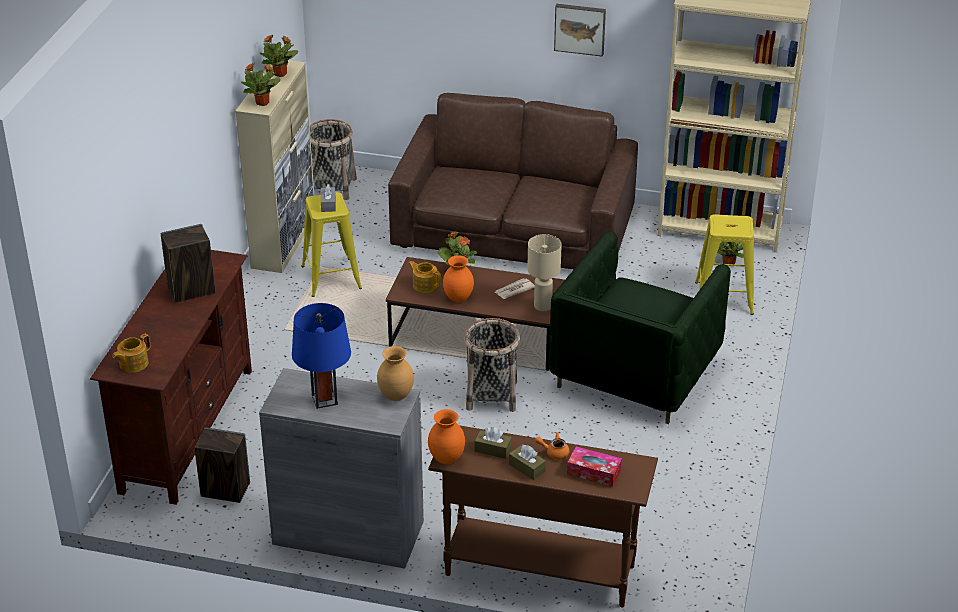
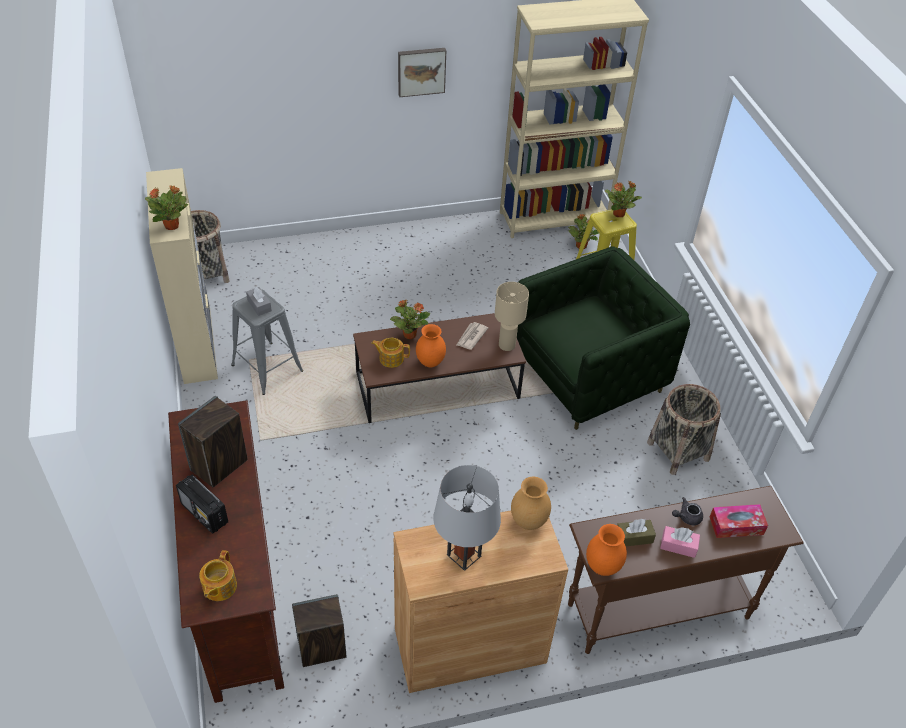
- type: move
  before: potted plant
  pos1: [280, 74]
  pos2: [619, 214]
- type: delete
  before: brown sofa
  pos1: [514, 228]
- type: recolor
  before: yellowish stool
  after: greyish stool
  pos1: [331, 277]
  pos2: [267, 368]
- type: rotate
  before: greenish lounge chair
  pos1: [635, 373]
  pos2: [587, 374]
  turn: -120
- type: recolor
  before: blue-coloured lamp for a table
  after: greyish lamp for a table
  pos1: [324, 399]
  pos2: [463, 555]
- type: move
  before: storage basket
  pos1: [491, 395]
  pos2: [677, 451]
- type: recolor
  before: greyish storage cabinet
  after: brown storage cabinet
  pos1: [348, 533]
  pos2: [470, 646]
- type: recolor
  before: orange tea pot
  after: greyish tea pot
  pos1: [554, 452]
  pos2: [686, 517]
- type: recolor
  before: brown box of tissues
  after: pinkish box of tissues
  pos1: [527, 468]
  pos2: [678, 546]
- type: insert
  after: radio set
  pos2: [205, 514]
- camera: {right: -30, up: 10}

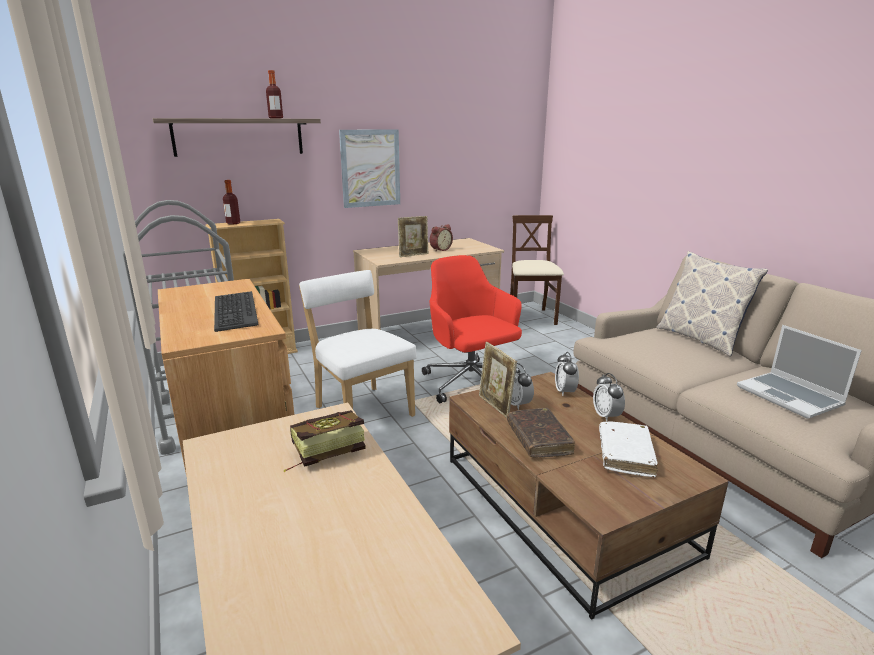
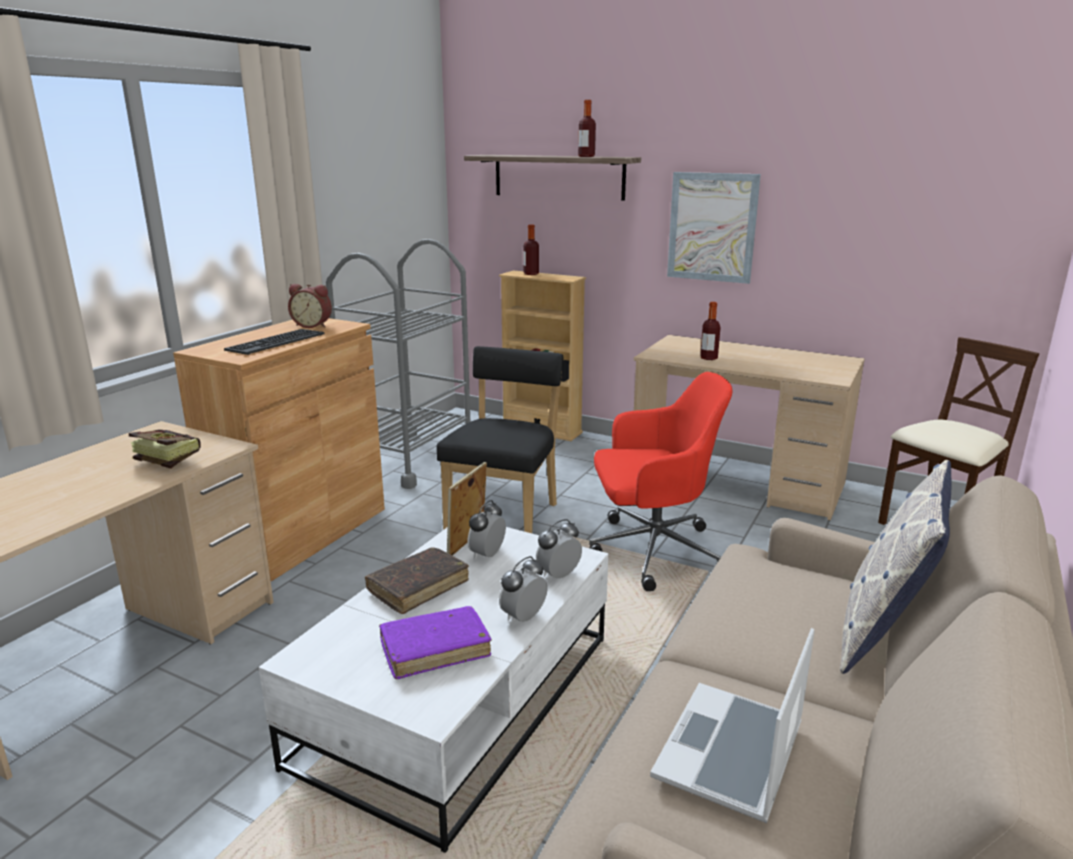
- type: replace
  before: photo frame
  after: bottle
  pos1: [413, 255]
  pos2: [708, 358]
- type: move
  before: table clock
  pos1: [440, 249]
  pos2: [313, 325]
- type: rotate
  before: reddish computer chair
  pos1: [470, 383]
  pos2: [652, 552]
  turn: 60
- type: recolor
  before: white-coloured chair
  after: black chair
  pos1: [362, 409]
  pos2: [505, 516]
- type: recolor
  before: brown low table
  after: white-coloured low table
  pos1: [565, 505]
  pos2: [457, 700]
- type: recolor
  before: white-coloured volume
  after: purplish volume
  pos1: [625, 454]
  pos2: [435, 650]
- camera: {right: 55, up: 0}

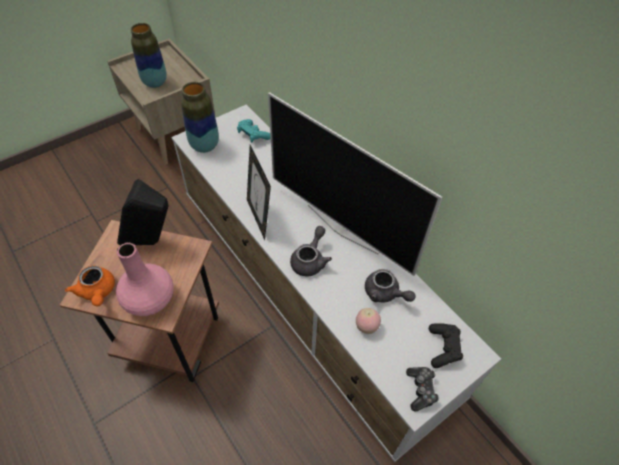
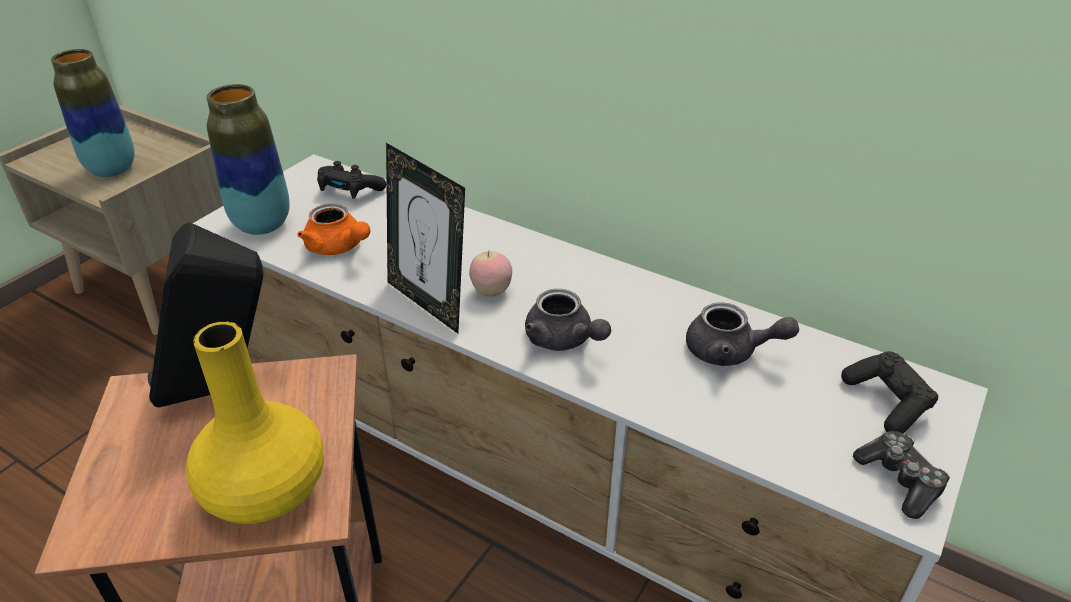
- type: delete
  before: TV set
  pos1: [343, 228]
- type: recolor
  before: turquoise-coloured joypad
  after: black joypad
  pos1: [253, 135]
  pos2: [350, 191]
- type: rotate
  before: greyish tea pot
  pos1: [310, 260]
  pos2: [563, 340]
  turn: 135
- type: recolor
  before: pinkish decorative vase
  after: yellowish decorative vase
  pos1: [149, 300]
  pos2: [266, 493]
- type: move
  before: orange tea pot
  pos1: [97, 292]
  pos2: [338, 247]
- type: move
  before: apple
  pos1: [366, 327]
  pos2: [491, 292]
- camera: {right: -20, up: -15}

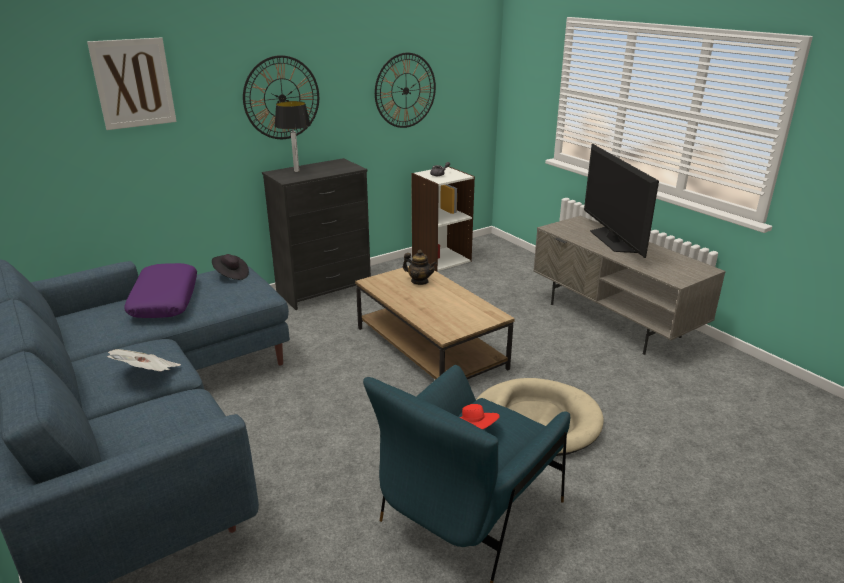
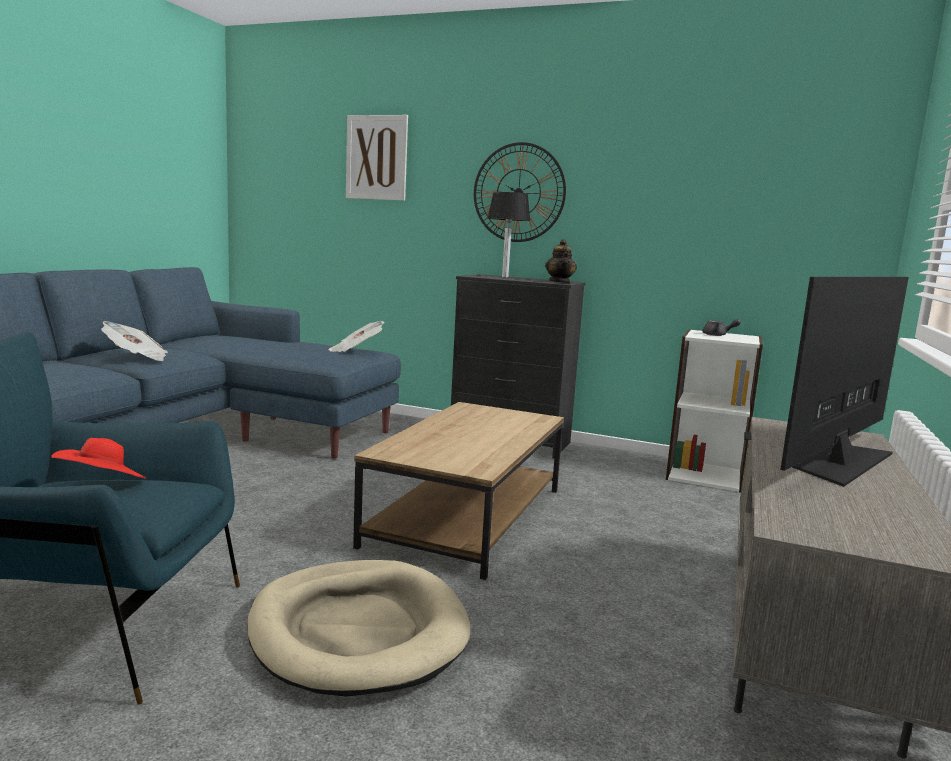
- type: delete
  before: hanging clock
  pos1: [405, 90]
- type: move
  before: tea pot
  pos1: [419, 281]
  pos2: [559, 282]
- type: replace
  before: black hat
  after: printed paper
  pos1: [231, 275]
  pos2: [356, 351]
- type: delete
  before: purplish cushion
  pos1: [164, 300]
- camera: {right: 55, up: -15}

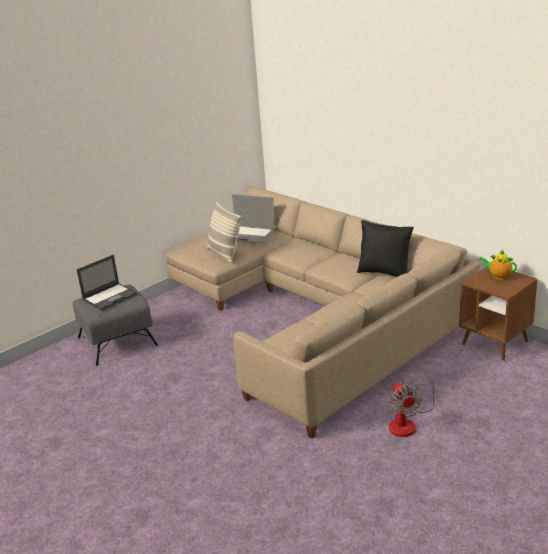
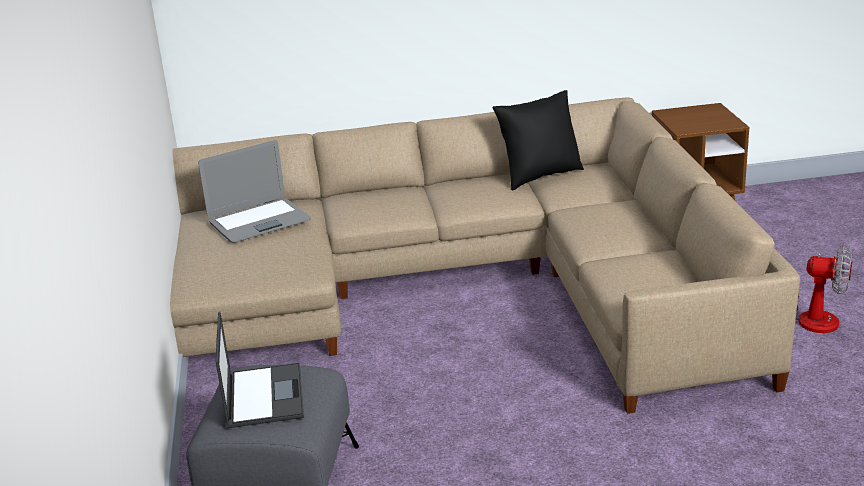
- type: delete
  before: cushion
  pos1: [224, 253]
- type: delete
  before: tea pot
  pos1: [498, 276]
- camera: {right: -55, up: 0}

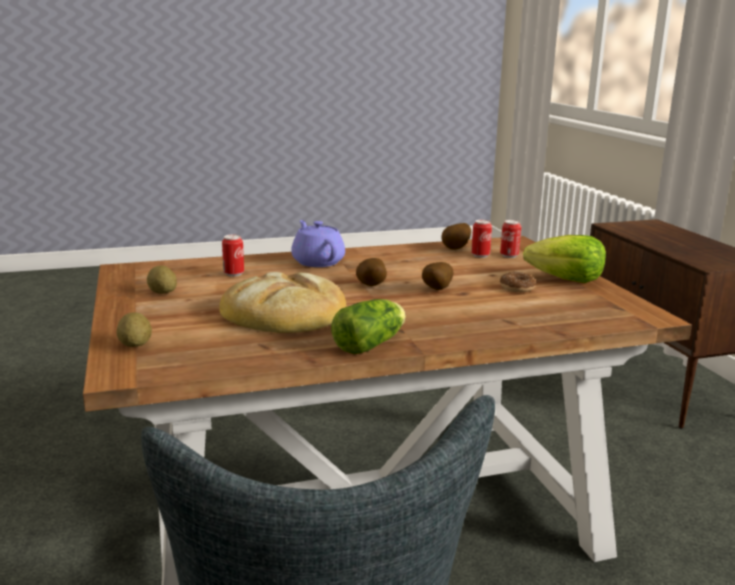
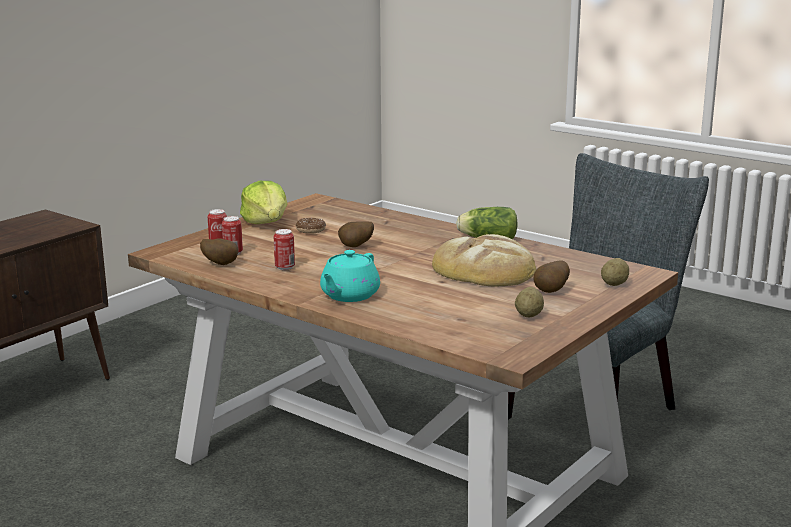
- type: recolor
  before: purplish tea pot
  after: turquoise-coloured tea pot
  pos1: [317, 262]
  pos2: [349, 295]
- type: move
  before: metal can
  pos1: [234, 274]
  pos2: [284, 267]
- type: move
  before: spud
  pos1: [370, 286]
  pos2: [552, 291]
- camera: {right: -125, up: 0}

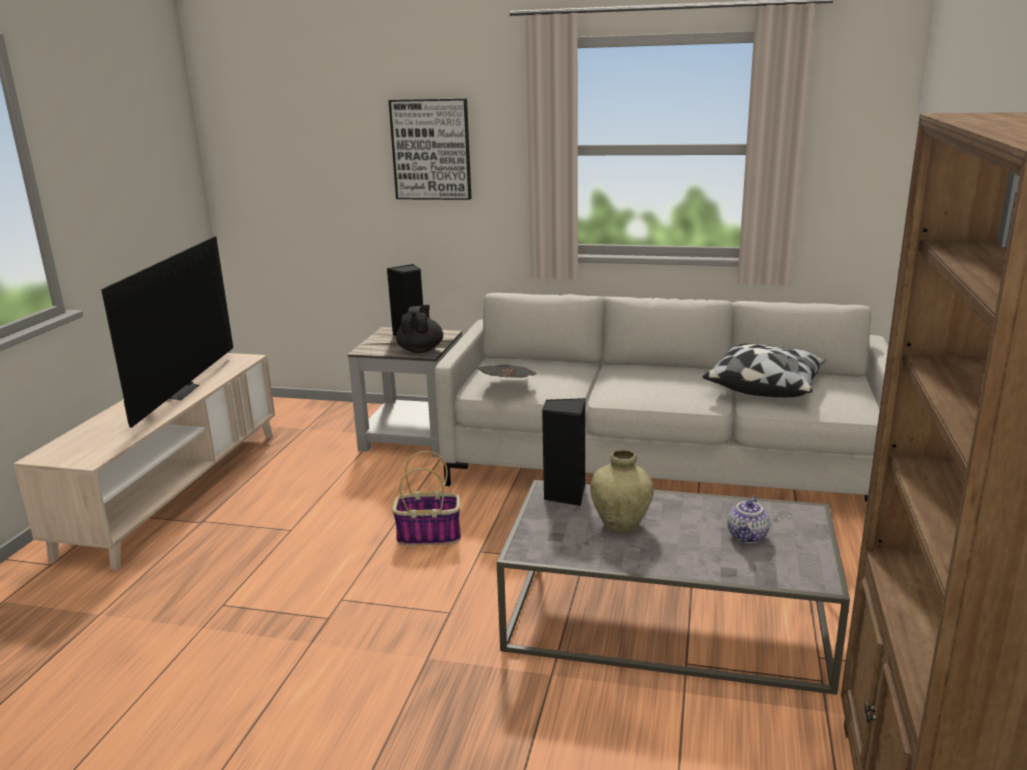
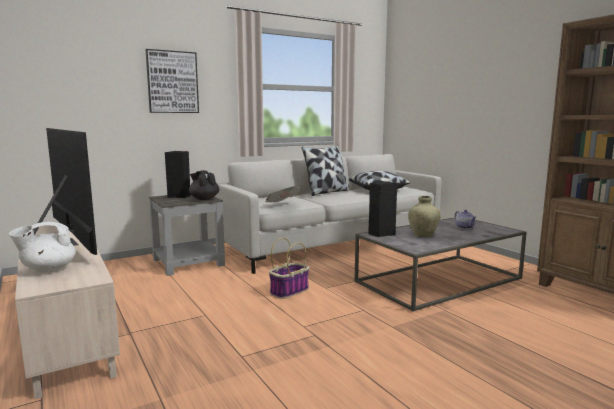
- type: insert
  after: cushion
  pos2: [326, 192]
- type: insert
  after: white-coloured tea pot
  pos2: [48, 269]
- camera: {right: -45, up: -10}

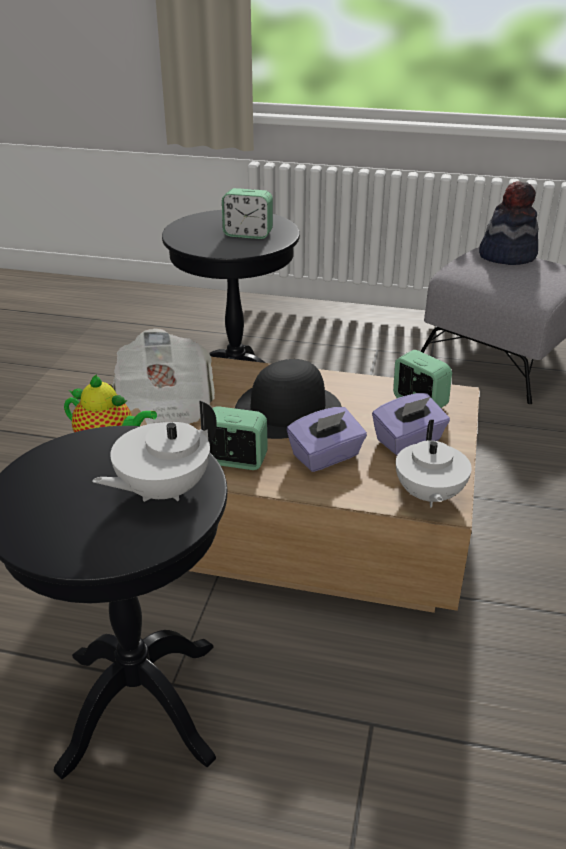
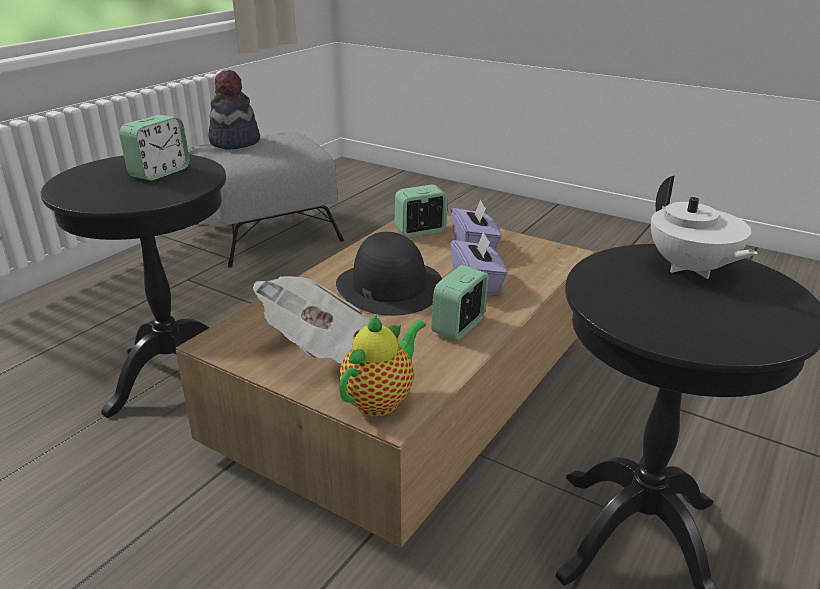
- type: delete
  before: white-coloured tea pot
  pos1: [428, 495]
- camera: {right: -70, up: -5}

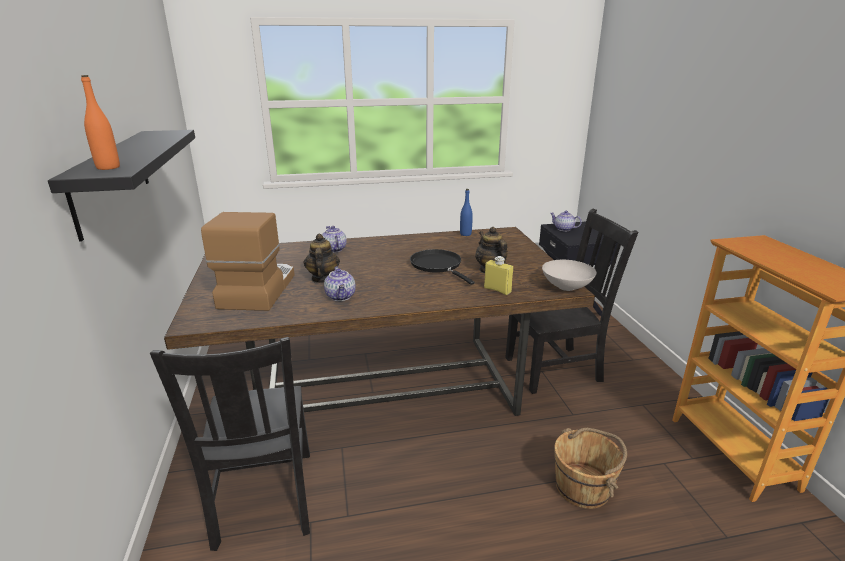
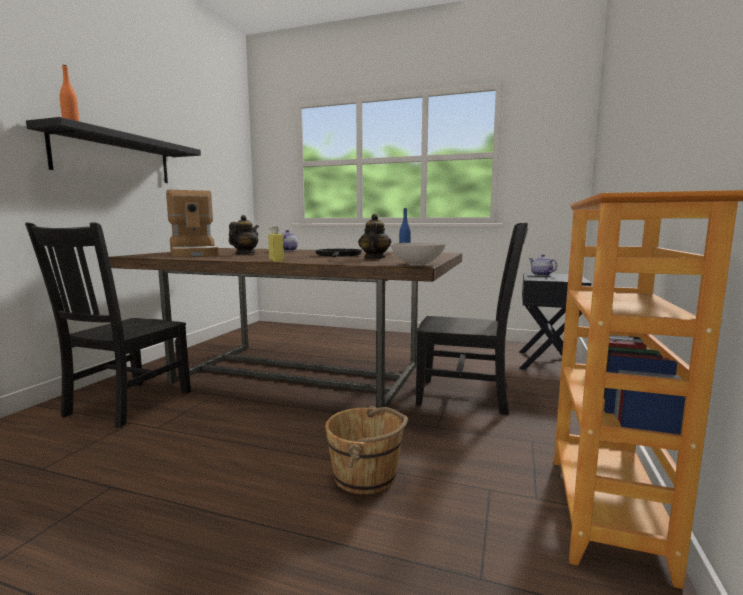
- type: rotate
  before: coffee brewer
  pos1: [257, 290]
  pos2: [194, 253]
  turn: 120
- type: move
  before: yellowish bottle
  pos1: [497, 290]
  pos2: [276, 261]
- type: delete
  before: tea pot
  pos1: [341, 296]
- camera: {right: 30, up: -15}

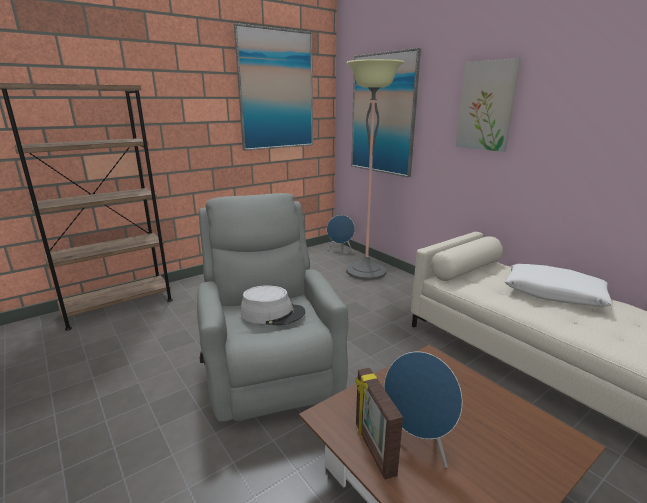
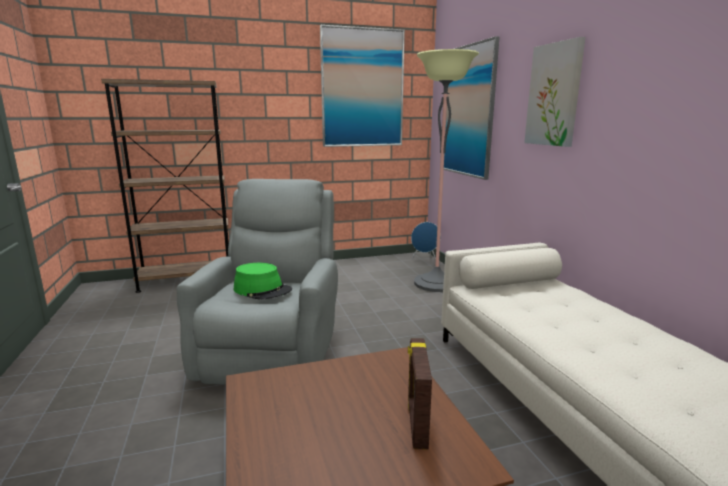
- type: delete
  before: white-coloured cushion
  pos1: [553, 294]
- type: recolor
  before: greyish hat
  after: greenish hat
  pos1: [272, 313]
  pos2: [262, 290]
- type: delete
  before: blue-coloured speaker
  pos1: [417, 442]
- type: move
  before: photo frame
  pos1: [373, 449]
  pos2: [416, 423]
- camera: {right: 20, up: -5}

